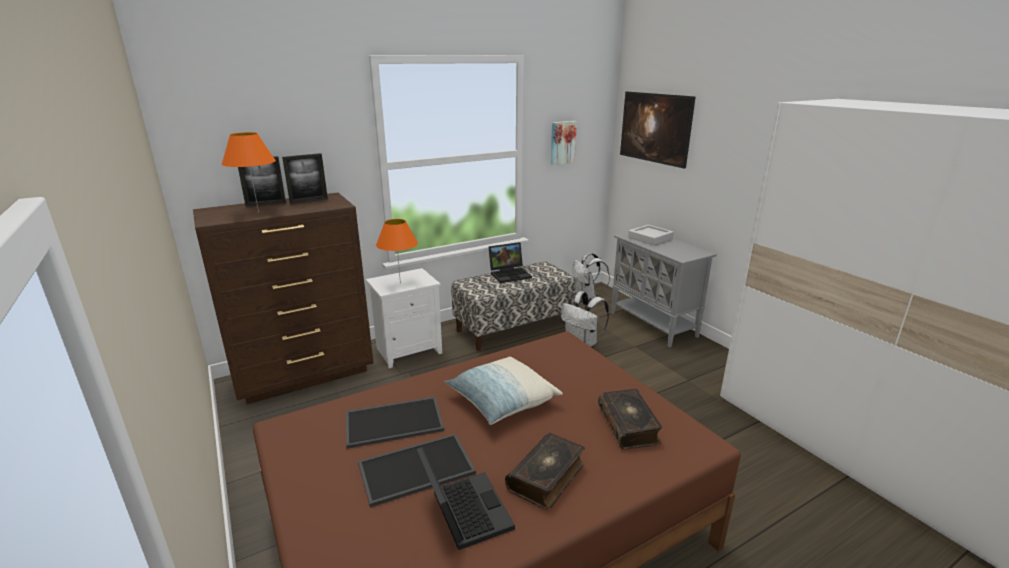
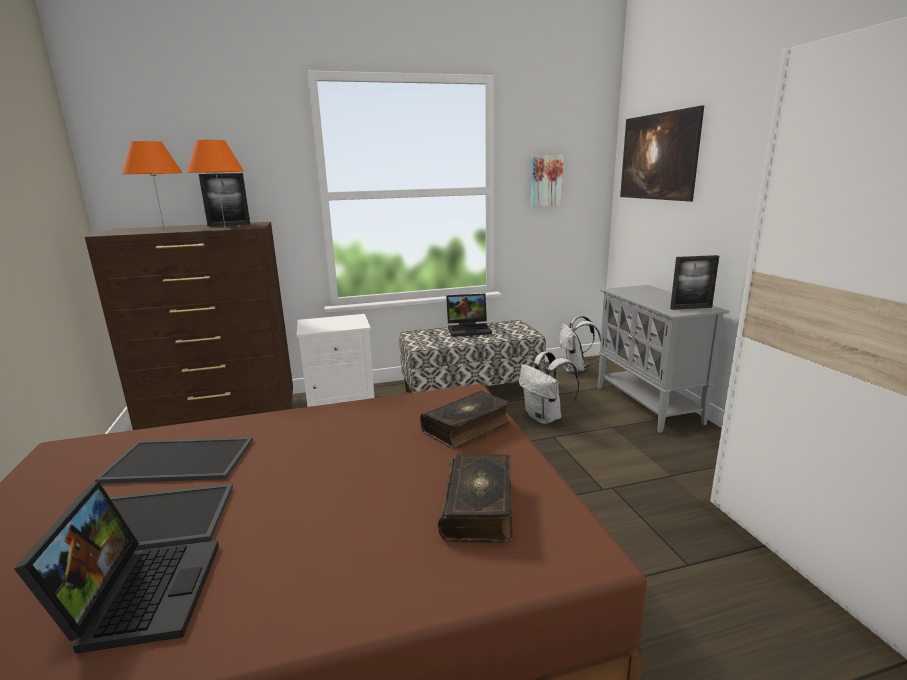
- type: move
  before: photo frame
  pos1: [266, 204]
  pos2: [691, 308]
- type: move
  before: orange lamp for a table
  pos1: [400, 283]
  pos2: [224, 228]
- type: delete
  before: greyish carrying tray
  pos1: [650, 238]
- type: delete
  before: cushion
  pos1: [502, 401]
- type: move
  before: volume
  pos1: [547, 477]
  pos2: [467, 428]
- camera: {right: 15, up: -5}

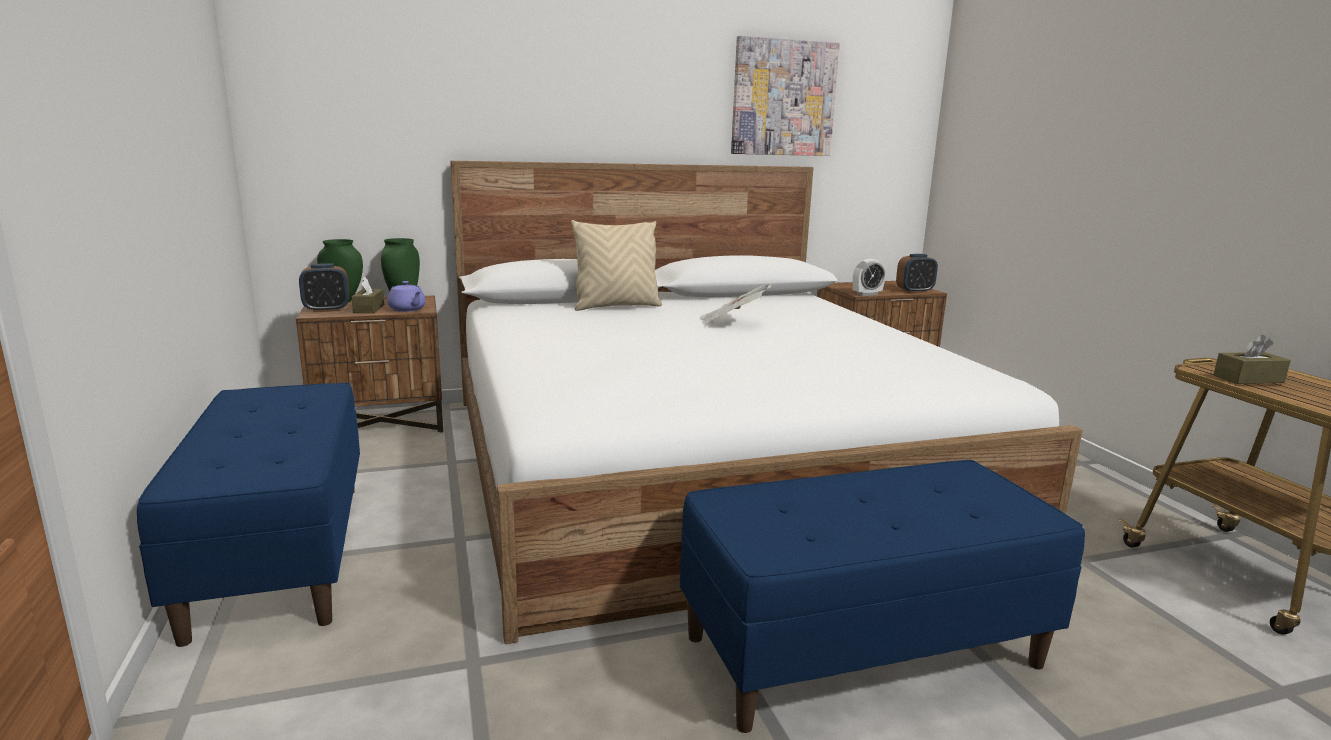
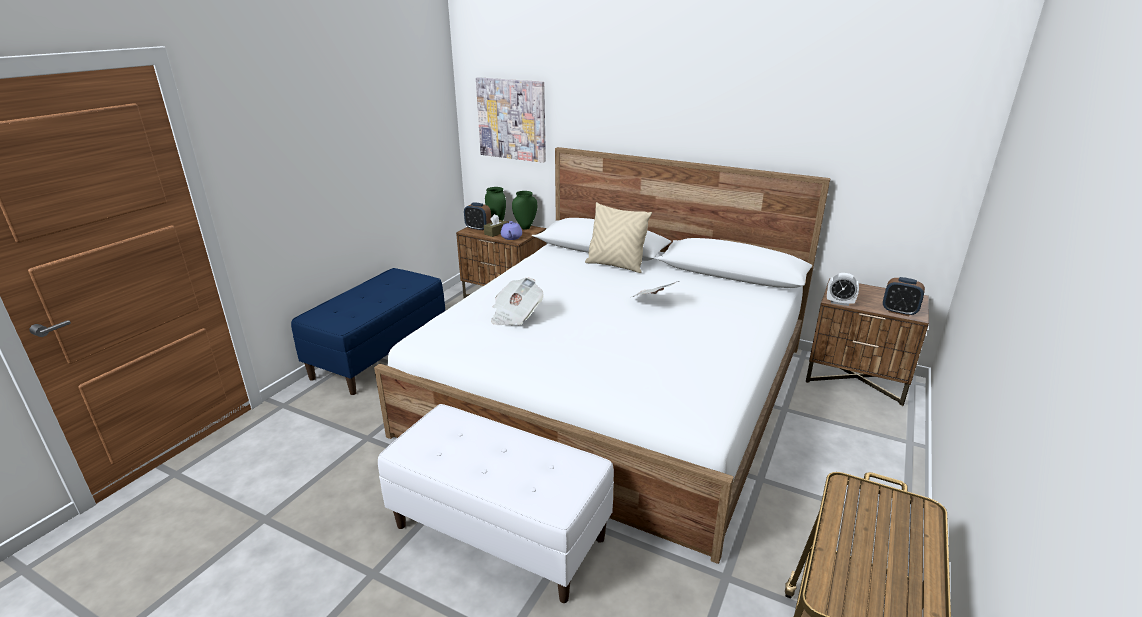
- type: move
  before: wall picture
  pos1: [783, 98]
  pos2: [512, 119]
- type: delete
  before: brown box of tissues
  pos1: [1248, 379]
- type: recolor
  before: blue-coloured long seat
  after: white-coloured long seat
  pos1: [863, 650]
  pos2: [501, 532]
- type: insert
  after: printed paper
  pos2: [515, 315]
- camera: {right: 45, up: 10}

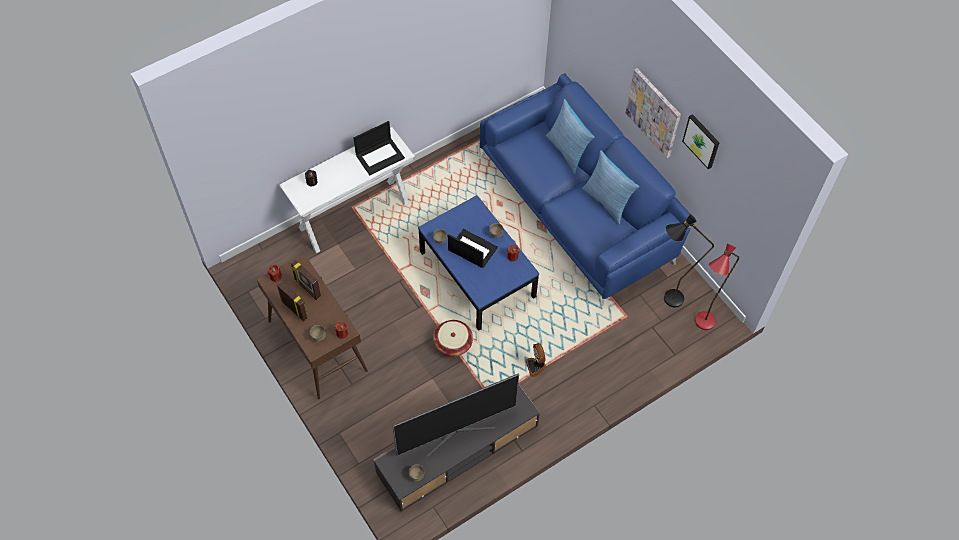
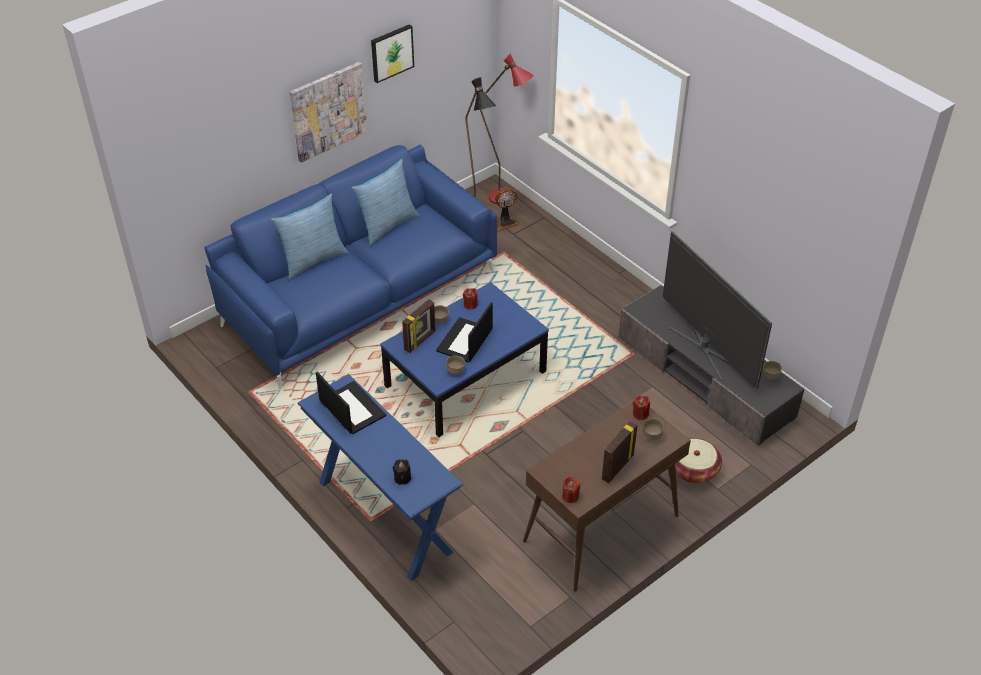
- type: recolor
  before: white-coloured narrow table
  after: blue-coloured narrow table
  pos1: [354, 215]
  pos2: [384, 516]
- type: move
  before: photo frame
  pos1: [307, 288]
  pos2: [420, 341]
- type: move
  before: storage basket
  pos1: [453, 343]
  pos2: [693, 470]
- type: move
  before: cooling fan
  pos1: [536, 366]
  pos2: [506, 222]
- camera: {right: -95, up: -15}

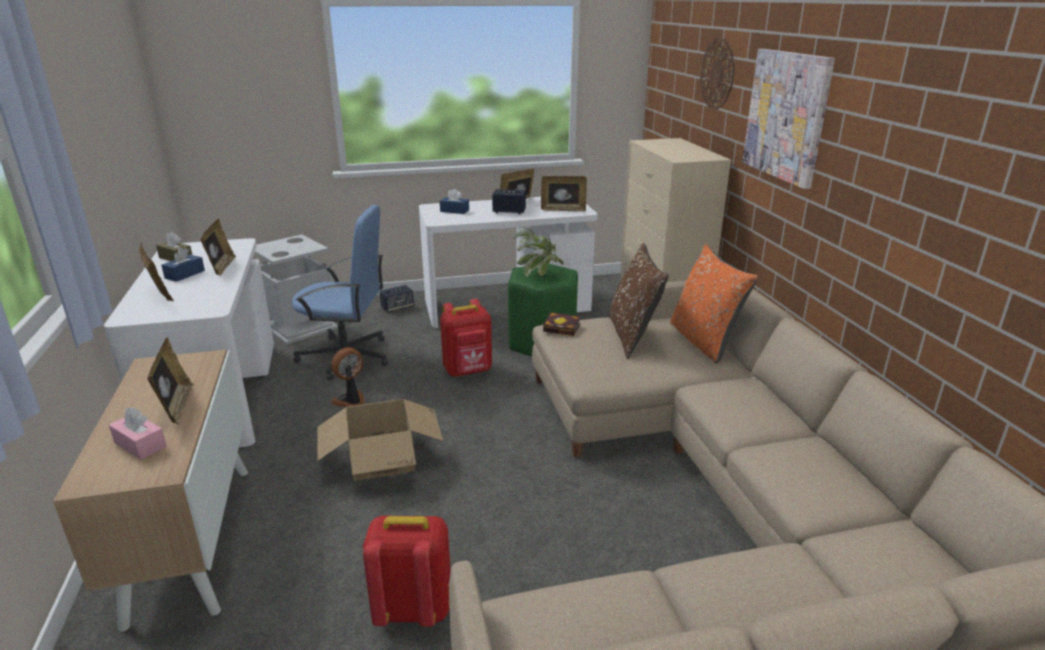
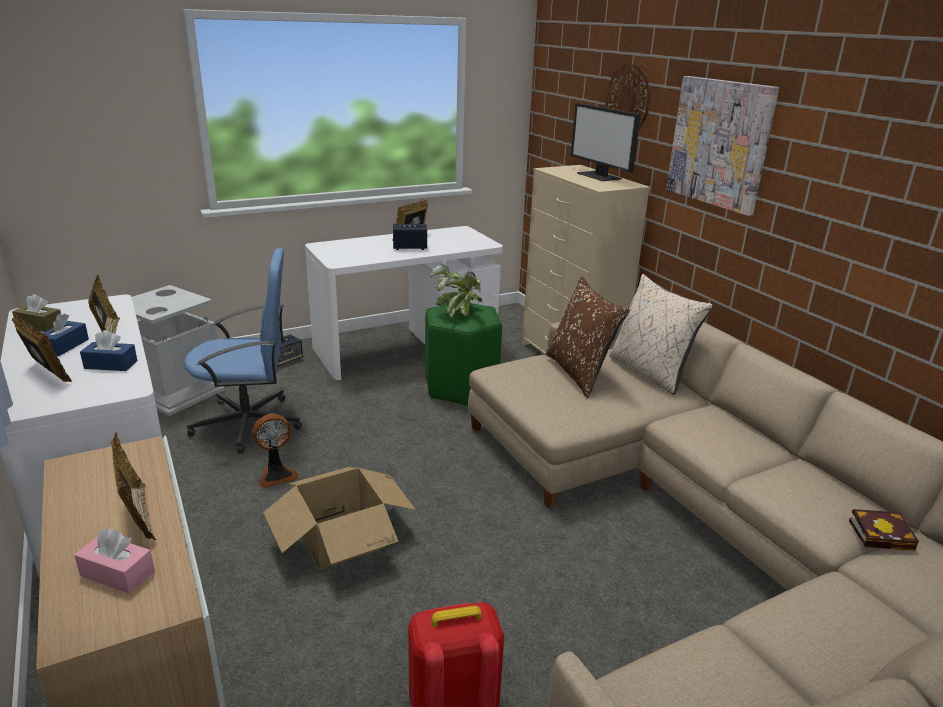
- type: delete
  before: photo frame
  pos1: [563, 210]
- type: move
  before: blue-coloured box of tissues
  pos1: [454, 211]
  pos2: [111, 365]
- type: recolor
  before: orange cushion
  after: beige cushion
  pos1: [703, 341]
  pos2: [649, 372]
- type: delete
  before: reddish backpack
  pos1: [468, 371]
- type: move
  before: volume
  pos1: [563, 328]
  pos2: [883, 535]
- type: rotate
  before: cooling fan
  pos1: [351, 401]
  pos2: [276, 475]
  turn: -150
- type: insert
  after: computer display
  pos2: [600, 176]
- camera: {right: -15, up: 0}

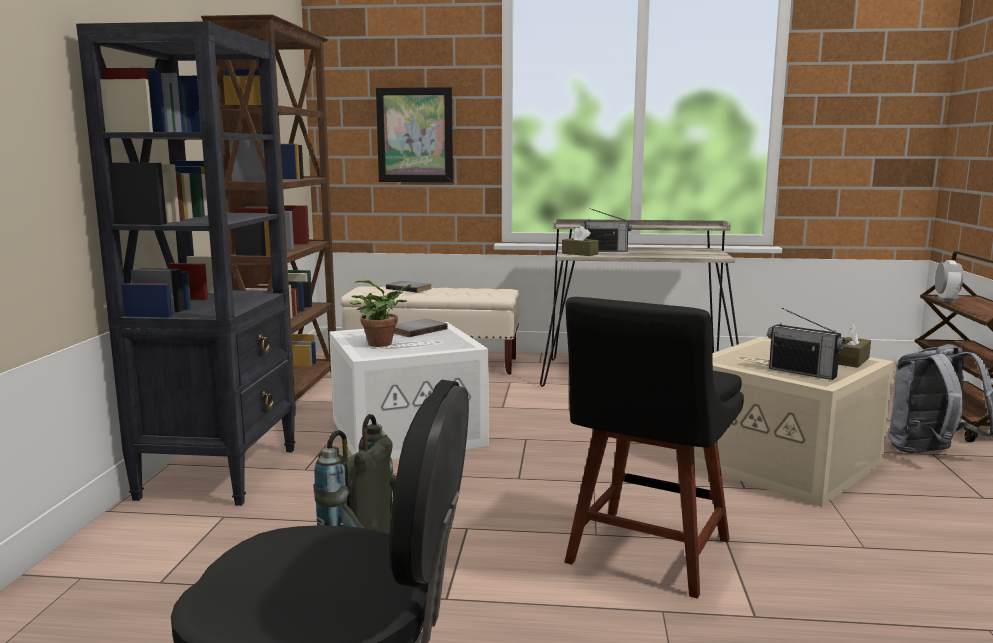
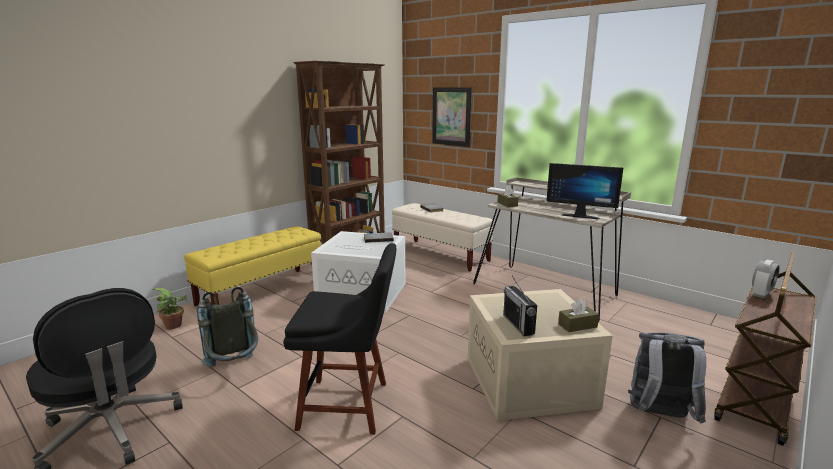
- type: replace
  before: black shelving unit
  after: yellowish long seat
  pos1: [220, 472]
  pos2: [262, 292]
- type: delete
  before: radio set
  pos1: [605, 251]
- type: move
  before: potted plant
  pos1: [383, 343]
  pos2: [175, 326]
- type: rotate
  before: black chair
  pos1: [646, 555]
  pos2: [349, 405]
  turn: -150
- type: insert
  after: computer display
  pos2: [580, 215]
- camera: {right: 35, up: 5}

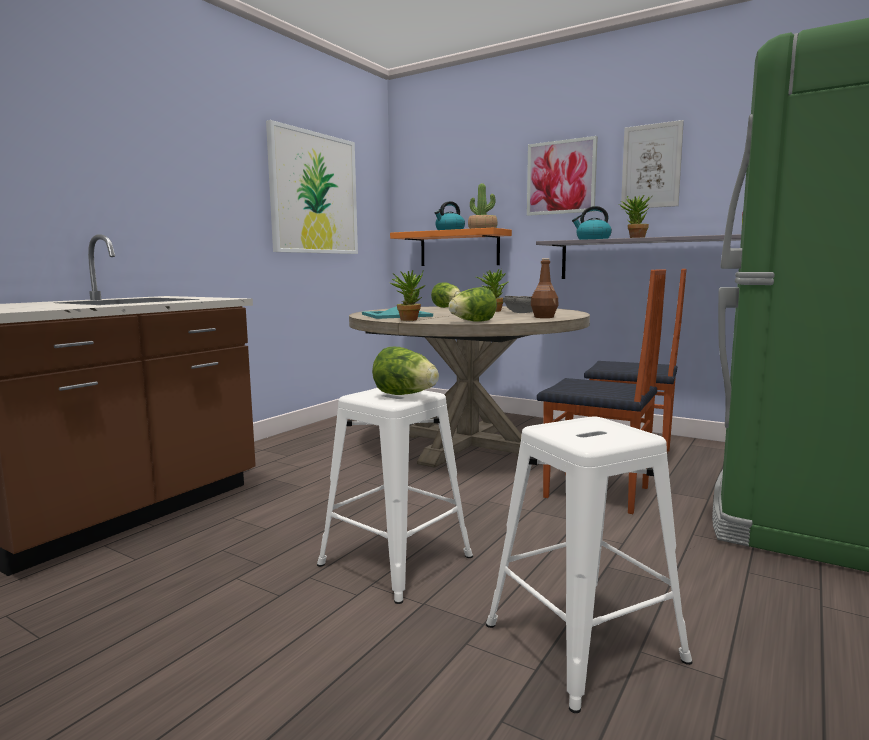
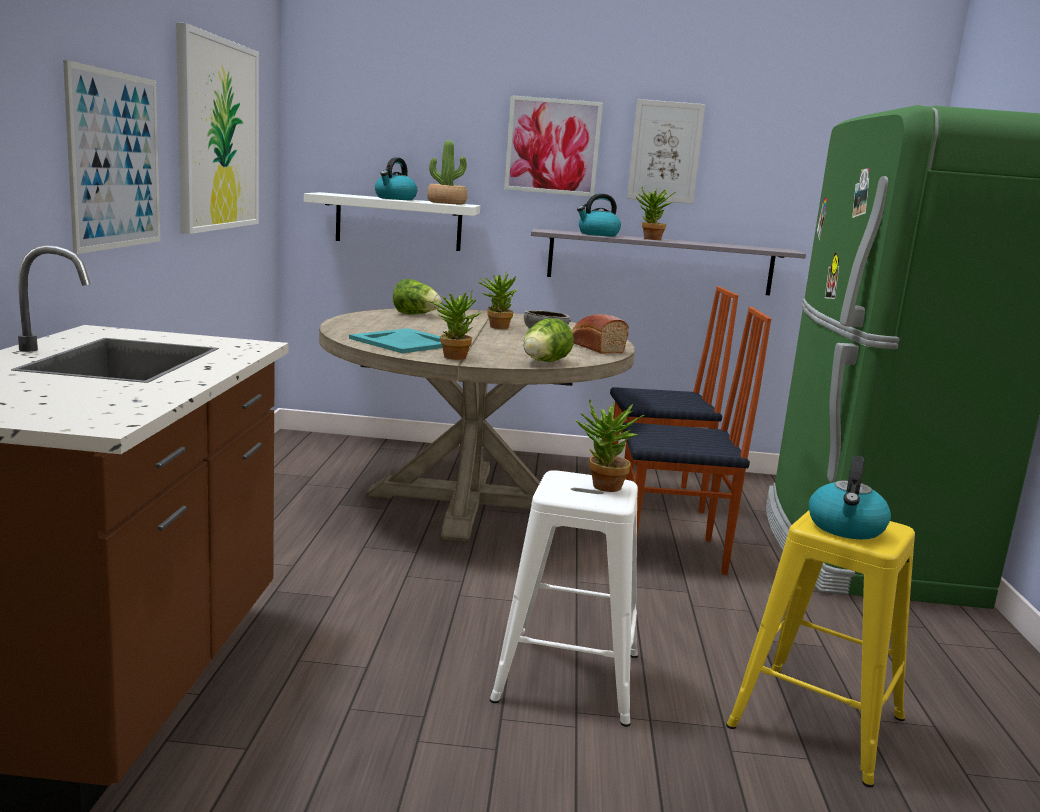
- type: recolor
  before: orange shelf
  after: white-coloured shelf
  pos1: [459, 248]
  pos2: [398, 222]
- type: replace
  before: brown bottle
  after: bread
  pos1: [544, 317]
  pos2: [595, 347]
- type: replace
  before: head of lettuce
  after: potted plant
  pos1: [405, 395]
  pos2: [602, 488]
- type: recolor
  before: white-coloured stool
  after: yellowish stool
  pos1: [583, 643]
  pos2: [818, 723]
- type: insert
  after: wall picture
  pos2: [115, 161]
- type: insert
  after: water kettle
  pos2: [846, 528]
- camera: {right: -30, up: 5}

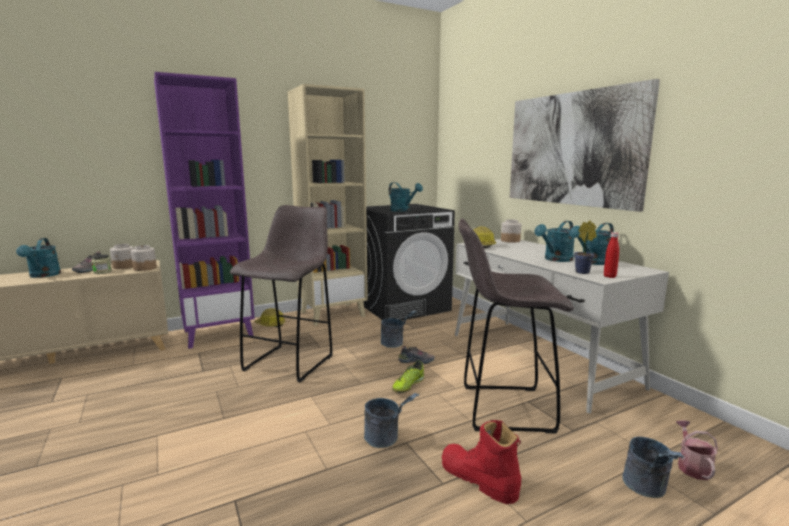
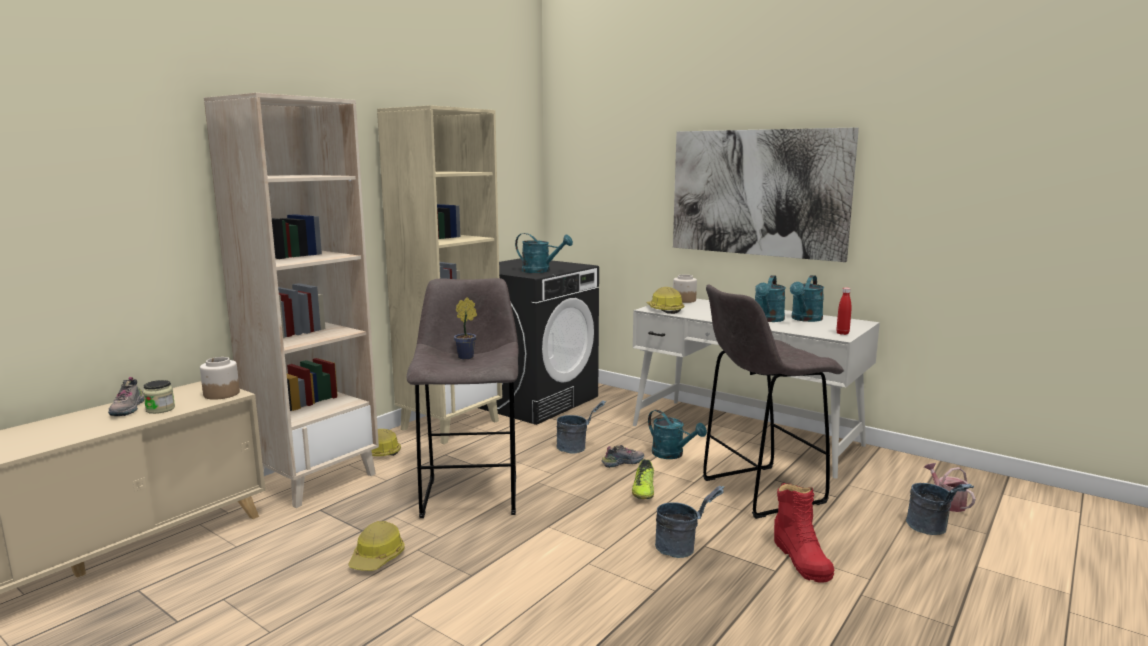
- type: recolor
  before: purplish shelving unit
  after: beige shelving unit
  pos1: [219, 333]
  pos2: [315, 479]
- type: move
  before: potted plant
  pos1: [584, 272]
  pos2: [467, 357]
- type: move
  before: turquoise-coloured watering pot
  pos1: [43, 275]
  pos2: [672, 455]
- type: delete
  before: jar
  pos1: [124, 267]
- type: rotate
  before: reddish tall boot
  pos1: [478, 479]
  pos2: [801, 558]
  turn: -120
- type: insert
  after: hard hat
  pos2: [378, 558]
- camera: {right: -25, up: 0}

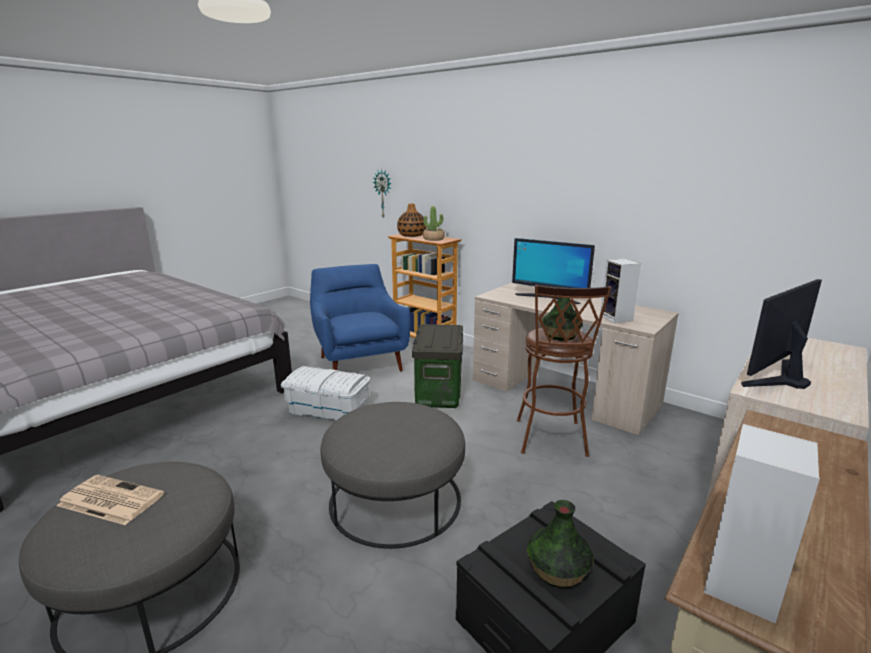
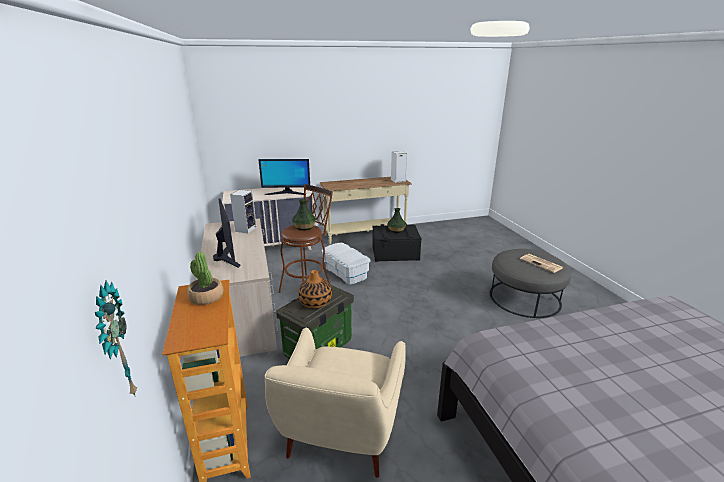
- type: move
  before: decorative vase
  pos1: [412, 235]
  pos2: [315, 303]
- type: recolor
  before: blue-coloured lounge chair
  after: beige lounge chair
  pos1: [359, 362]
  pos2: [341, 435]
- type: move
  before: white-coloured storage bin
  pos1: [328, 410]
  pos2: [346, 272]
- type: delete
  before: greyish pouffe
  pos1: [395, 499]
- camera: {right: -145, up: 5}

